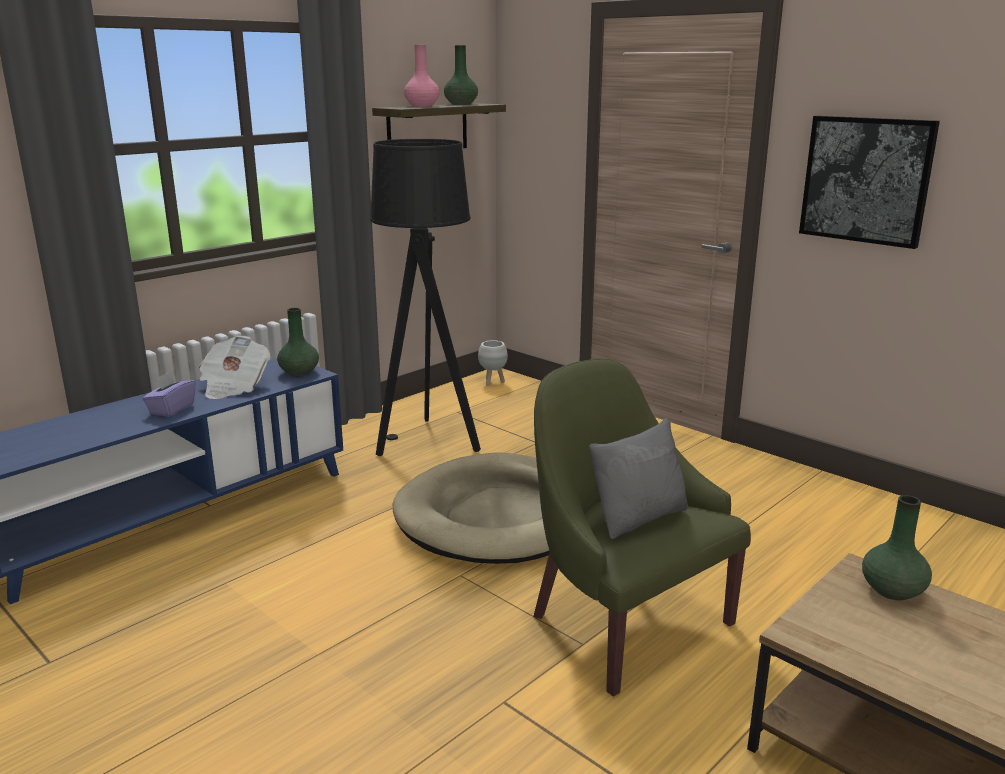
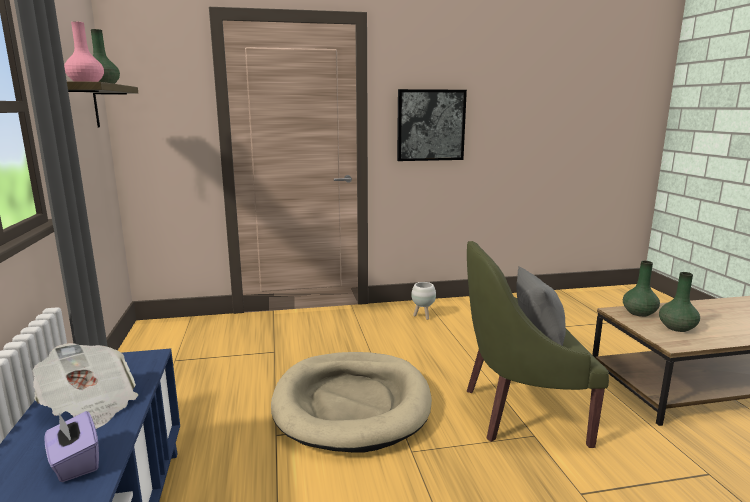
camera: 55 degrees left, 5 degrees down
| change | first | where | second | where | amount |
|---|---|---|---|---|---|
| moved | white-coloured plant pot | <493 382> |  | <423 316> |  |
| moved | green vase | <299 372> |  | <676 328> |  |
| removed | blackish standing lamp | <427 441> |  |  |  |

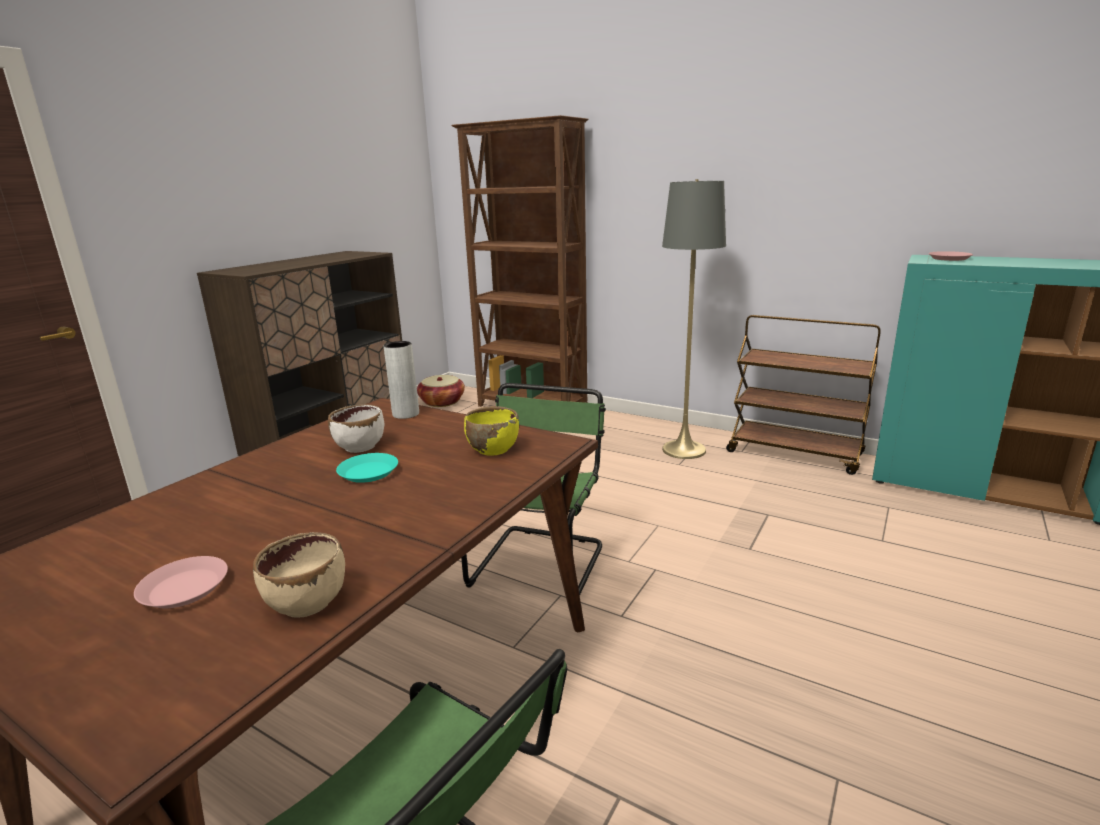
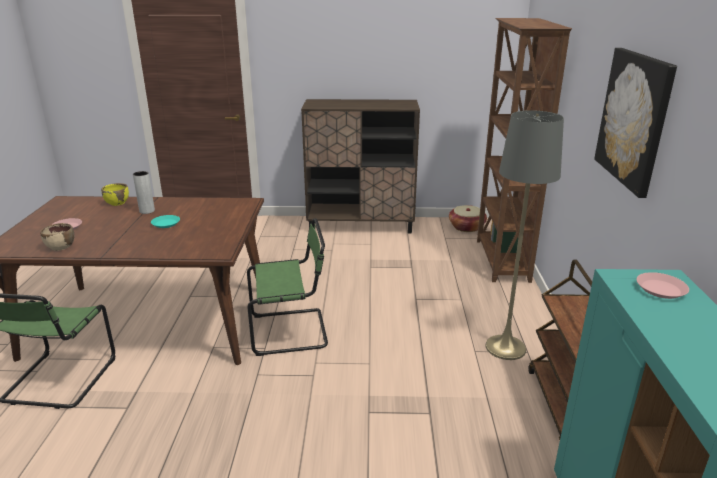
camera: 60 degrees right, 5 degrees up
| change | first | where | second | where | amount |
|---|---|---|---|---|---|
| moved | yellow bowl | <492 449> |  | <117 203> |  |
| moved | grey vase | <406 414> |  | <147 211> |  |
| added |  |  | wall art | <634 119> |  |
| removed | white-coloured bowl | <360 446> |  |  |  |

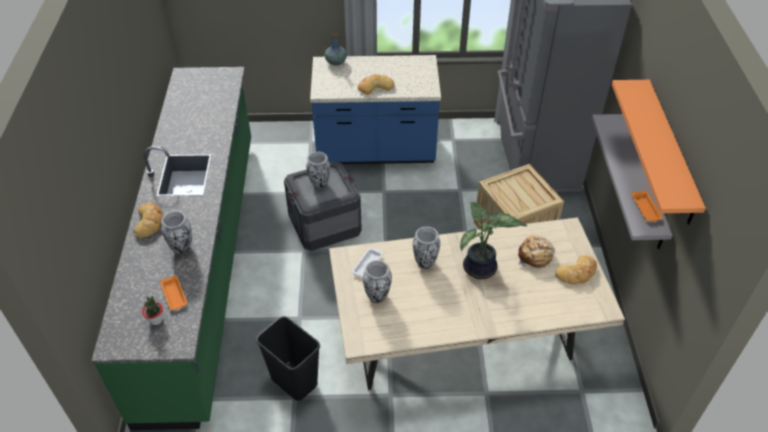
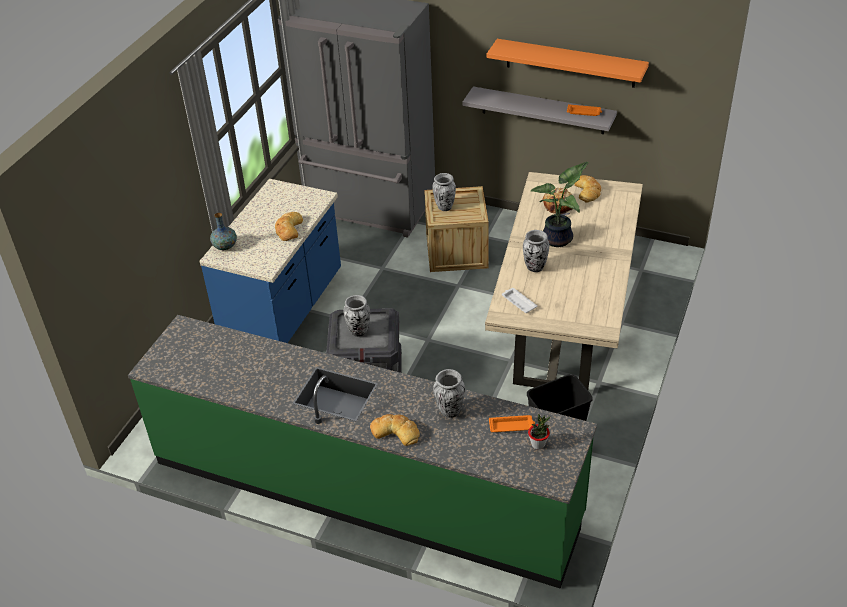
camera: 65 degrees left, 5 degrees down
| change | first | where | second | where | amount |
|---|---|---|---|---|---|
| moved | vase | <377 296> |  | <444 207> |  |

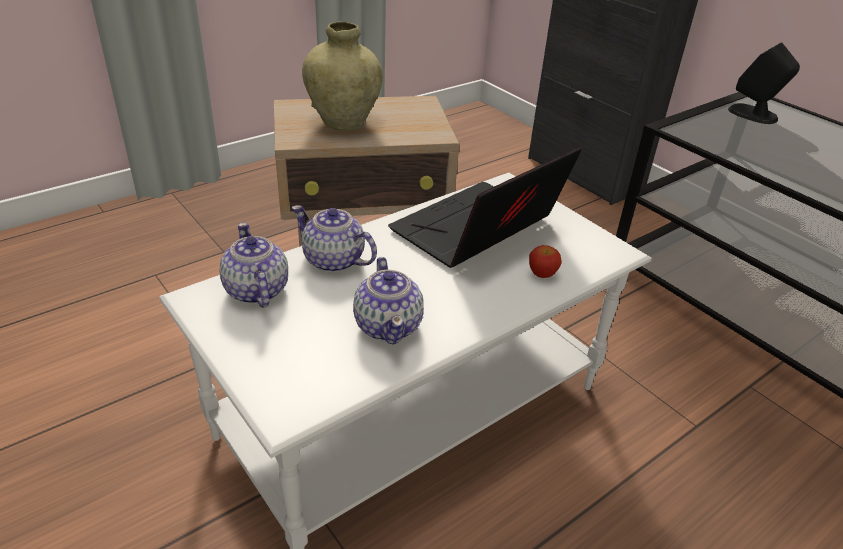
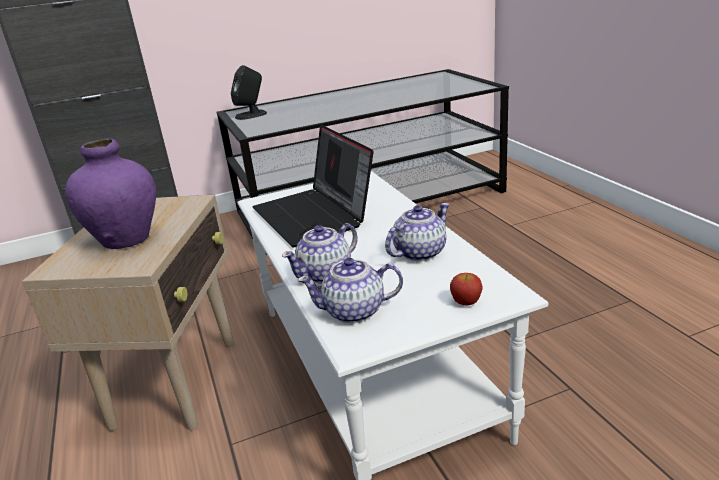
camera: 70 degrees left, 10 degrees down
| change | first | where | second | where | amount |
|---|---|---|---|---|---|
| recoloured | beige-coloured vase | <343 123> | purple-coloured vase | <126 240> |  |
| turned | pot for tea | <388 325> |  | <419 253> | 45 degrees counterclockwise |
| moved | whole apple | <542 274> |  | <466 302> |  |

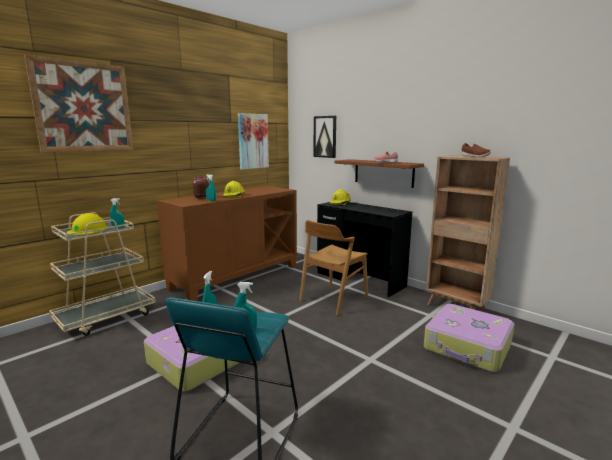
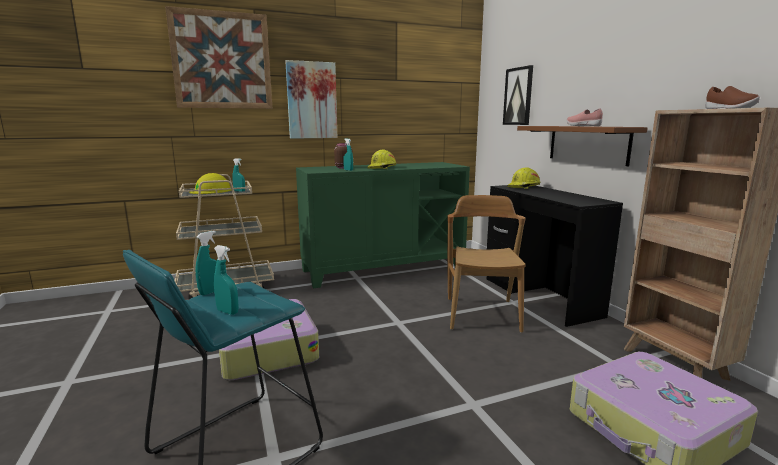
camera: 25 degrees right, 0 degrees up
| change | first | where | second | where | amount |
|---|---|---|---|---|---|
| moved | wall art | <253 141> |  | <311 100> |  |
| recoloured | brownish cabinet | <236 277> | green cabinet | <383 268> |  |
| turned | brownish upright chair | <333 299> |  | <482 314> | 120 degrees clockwise |

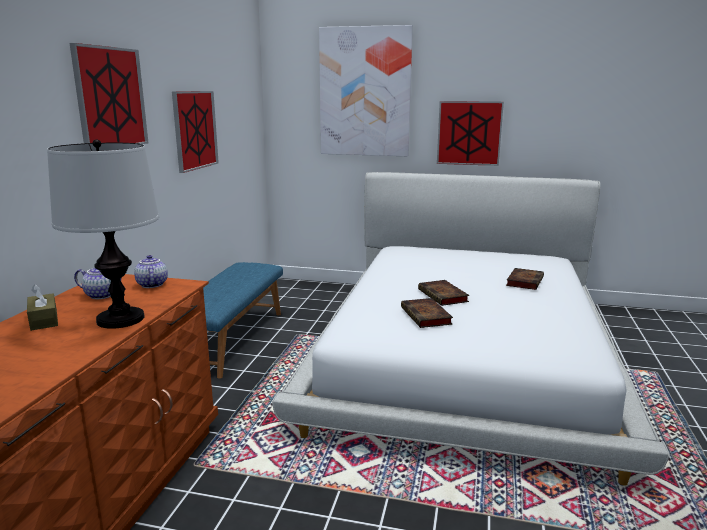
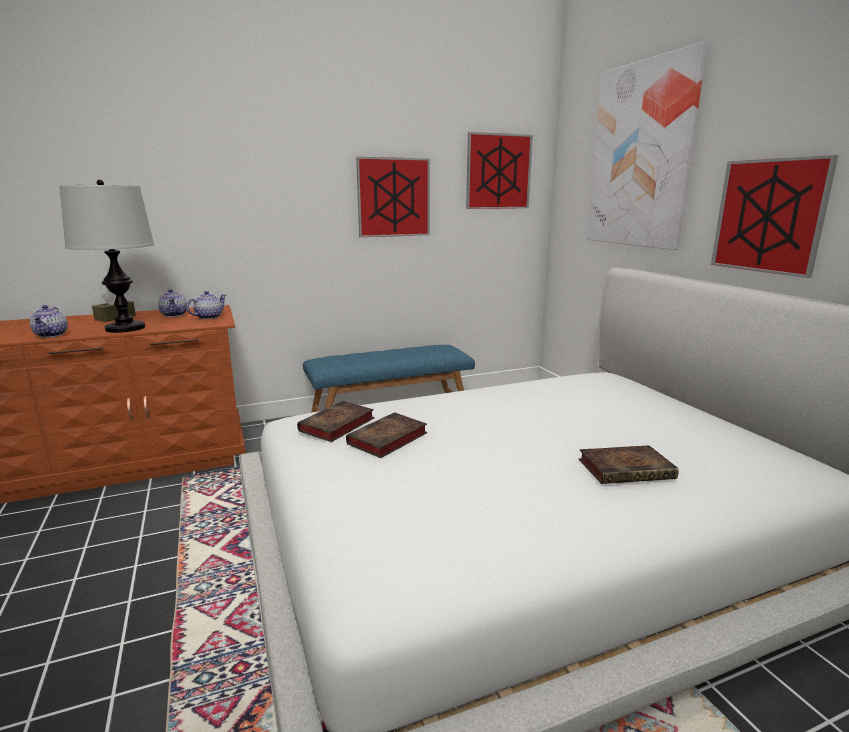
camera: 55 degrees right, 0 degrees up
| change | first | where | second | where | amount |
|---|---|---|---|---|---|
| added |  |  | pot for tea | <52 335> |  |
| moved | bound book | <444 296> |  | <336 426> |  |
| moved | wall art | <110 98> |  | <498 171> |  |

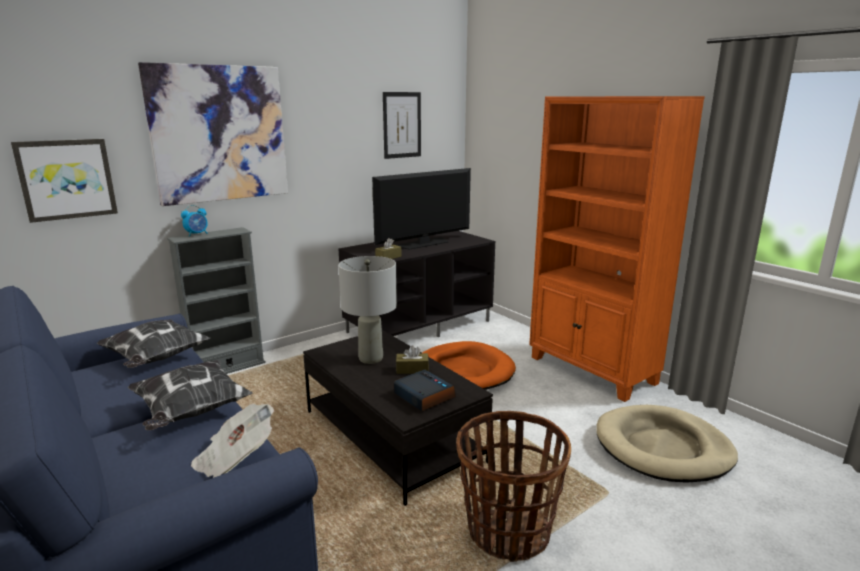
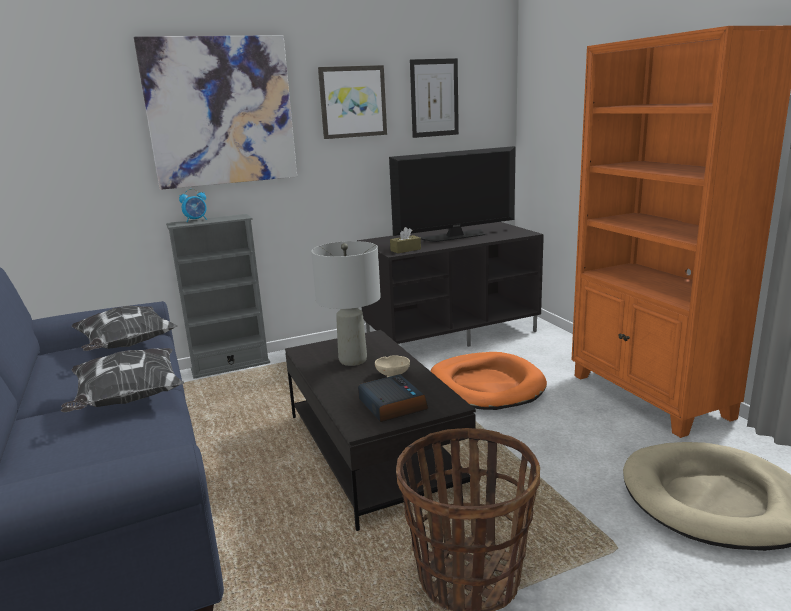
camera: 15 degrees right, 0 degrees up
| change | first | where | second | where | amount |
|---|---|---|---|---|---|
| moved | wall art | <67 179> |  | <353 102> |  |
| replaced | brownish tissue box | <412 369> | beige-coloured bowl | <393 375> |  |
| removed | daily paper | <235 458> |  |  |  |

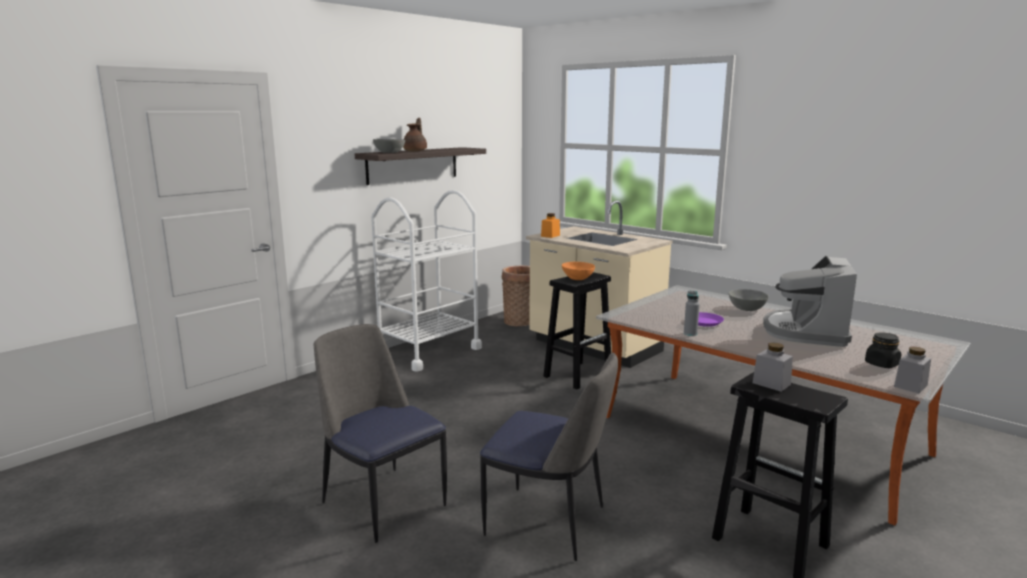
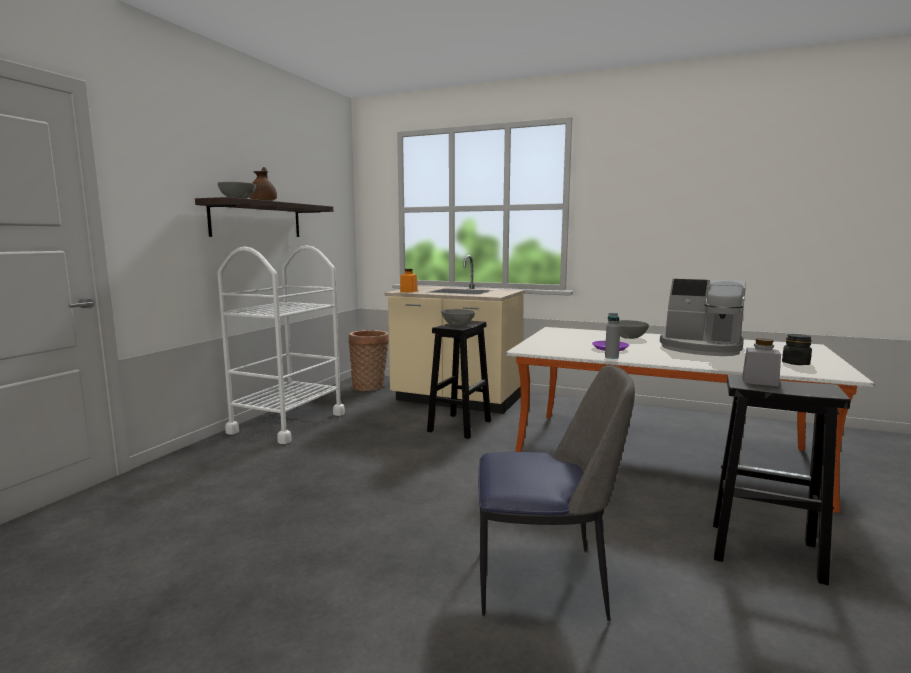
camera: 20 degrees left, 5 degrees down
| change | first | where | second | where | amount |
|---|---|---|---|---|---|
| recoloured | orangey bowl | <578 278> | grey bowl | <458 325> |  |
| turned | coffee brewer | <806 332> |  | <701 348> | 60 degrees counterclockwise |
| removed | upright chair | <382 501> |  |  |  |
| removed | grey preserve jar | <910 386> |  |  |  |

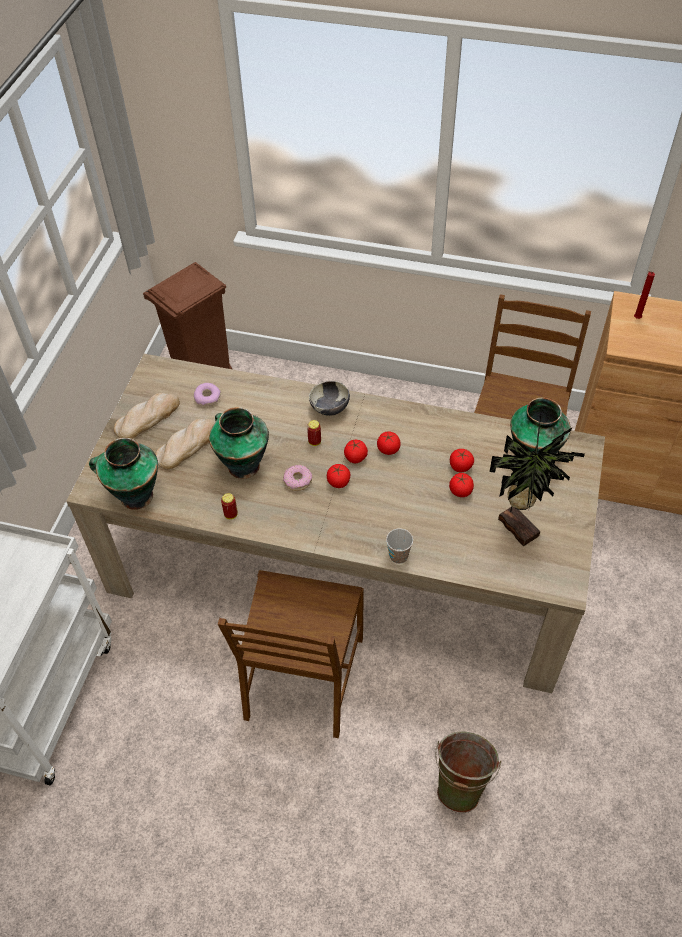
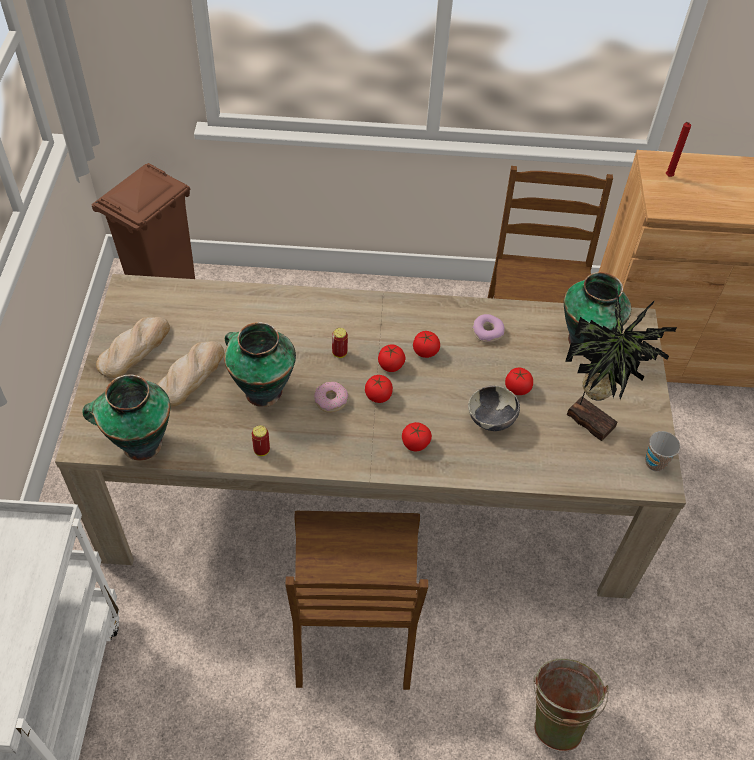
camera: 15 degrees left, 0 degrees up
| change | first | where | second | where | amount |
|---|---|---|---|---|---|
| moved | fresh tomato | <460 466> |  | <415 443> |  |
| moved | bowl | <330 409> |  | <491 420> |  |
| moved | doughnut | <208 397> |  | <487 332> |  |
| moved | drinking cup | <398 556> |  | <655 463> |  |

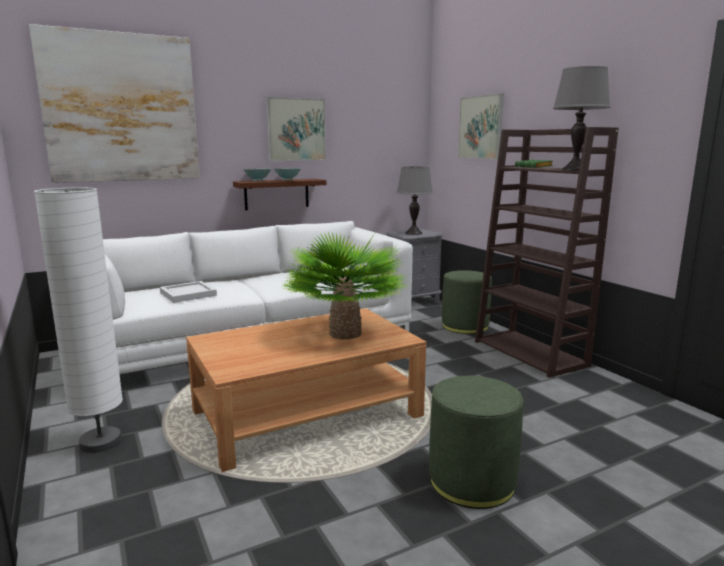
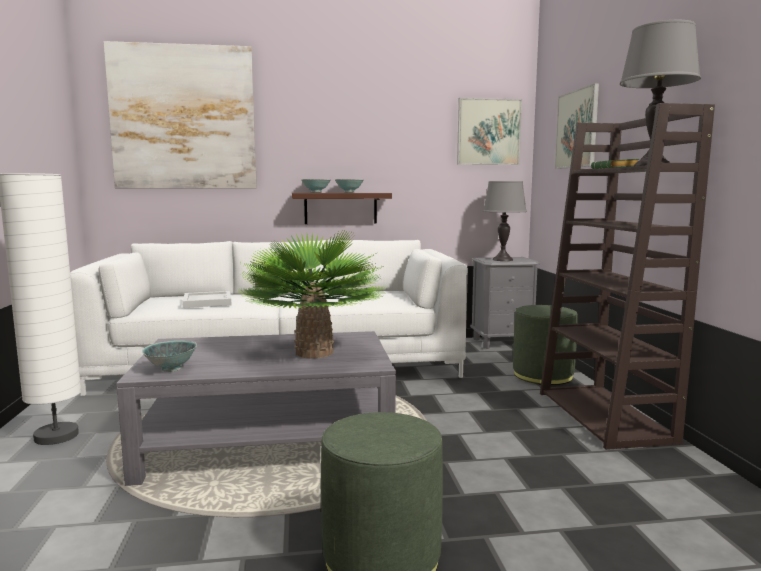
camera: 20 degrees right, 5 degrees down
| change | first | where | second | where | amount |
|---|---|---|---|---|---|
| recoloured | brownish lounge table | <307 413> | grey lounge table | <270 442> |  |
| added |  |  | bowl | <171 369> |  |
| moved | wall art | <296 129> |  | <488 132> |  |

